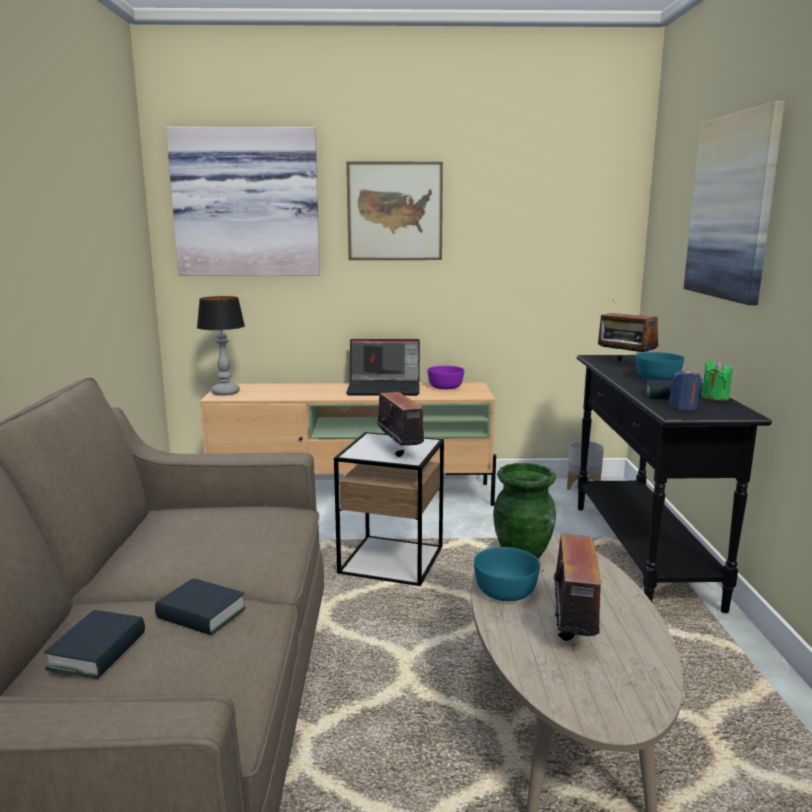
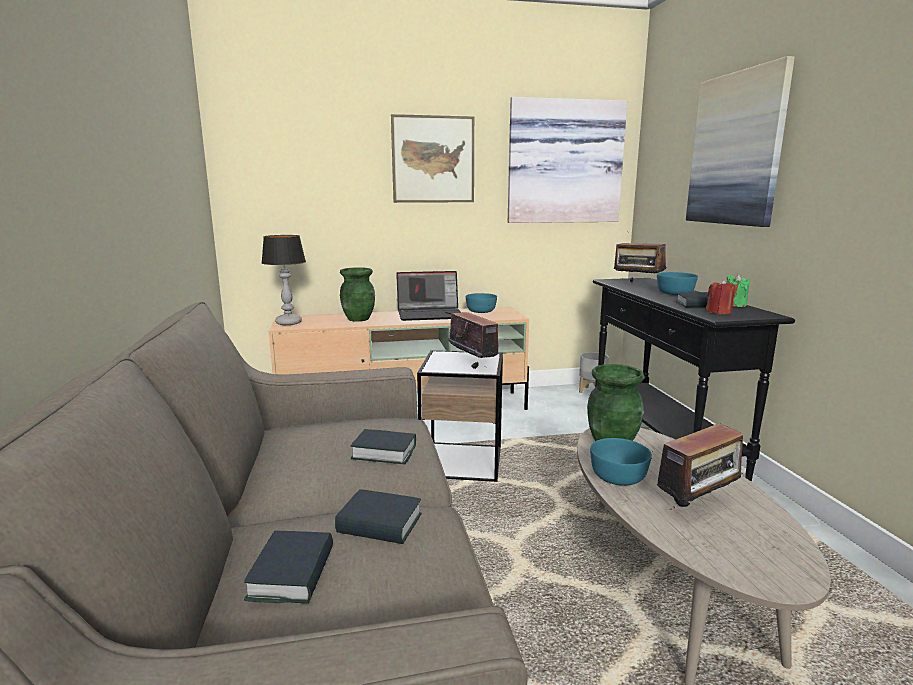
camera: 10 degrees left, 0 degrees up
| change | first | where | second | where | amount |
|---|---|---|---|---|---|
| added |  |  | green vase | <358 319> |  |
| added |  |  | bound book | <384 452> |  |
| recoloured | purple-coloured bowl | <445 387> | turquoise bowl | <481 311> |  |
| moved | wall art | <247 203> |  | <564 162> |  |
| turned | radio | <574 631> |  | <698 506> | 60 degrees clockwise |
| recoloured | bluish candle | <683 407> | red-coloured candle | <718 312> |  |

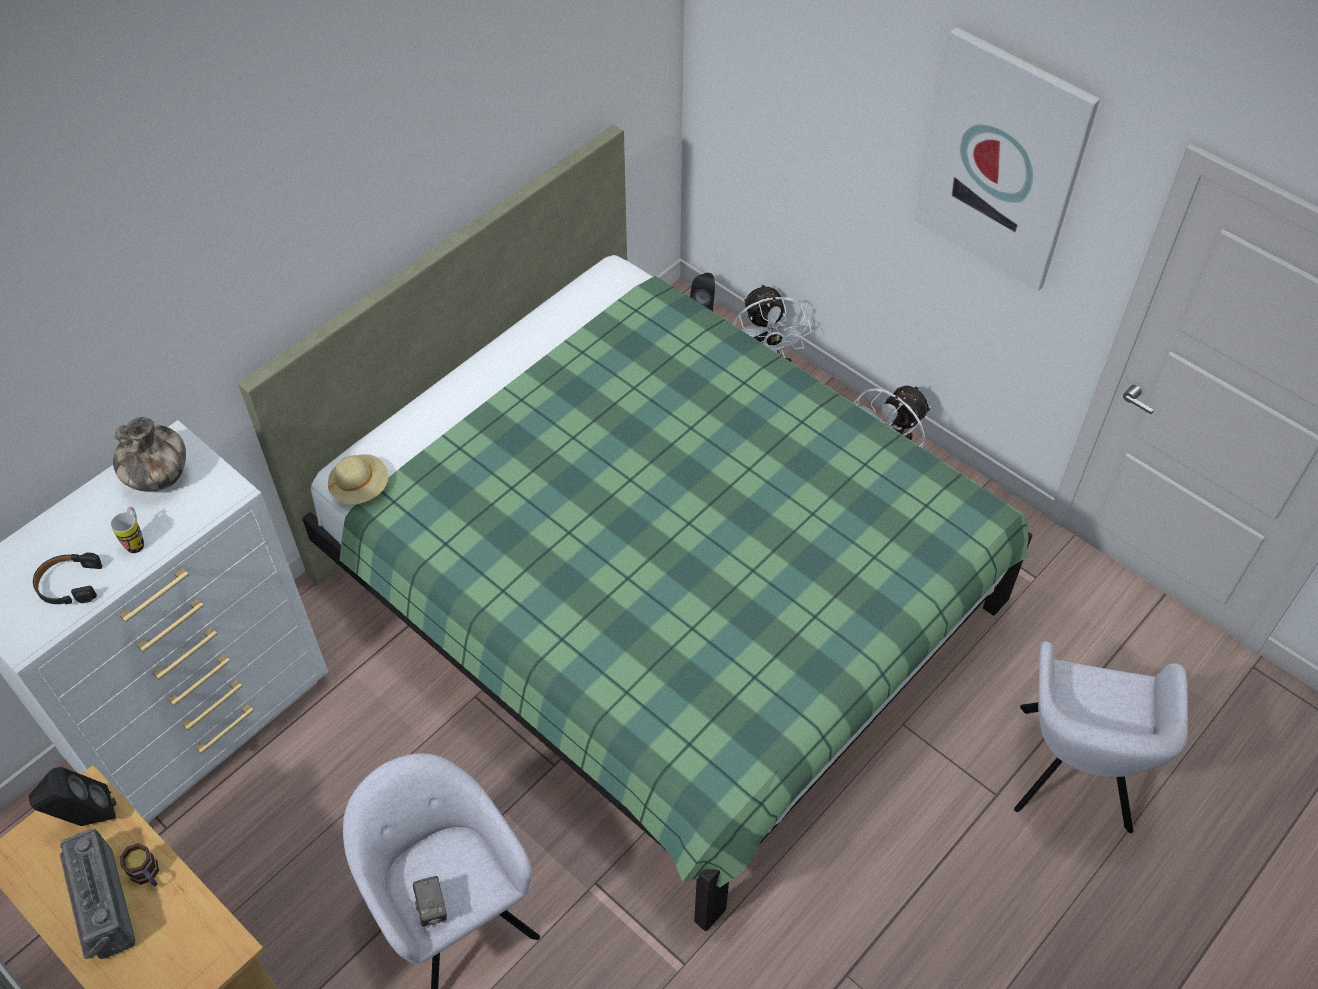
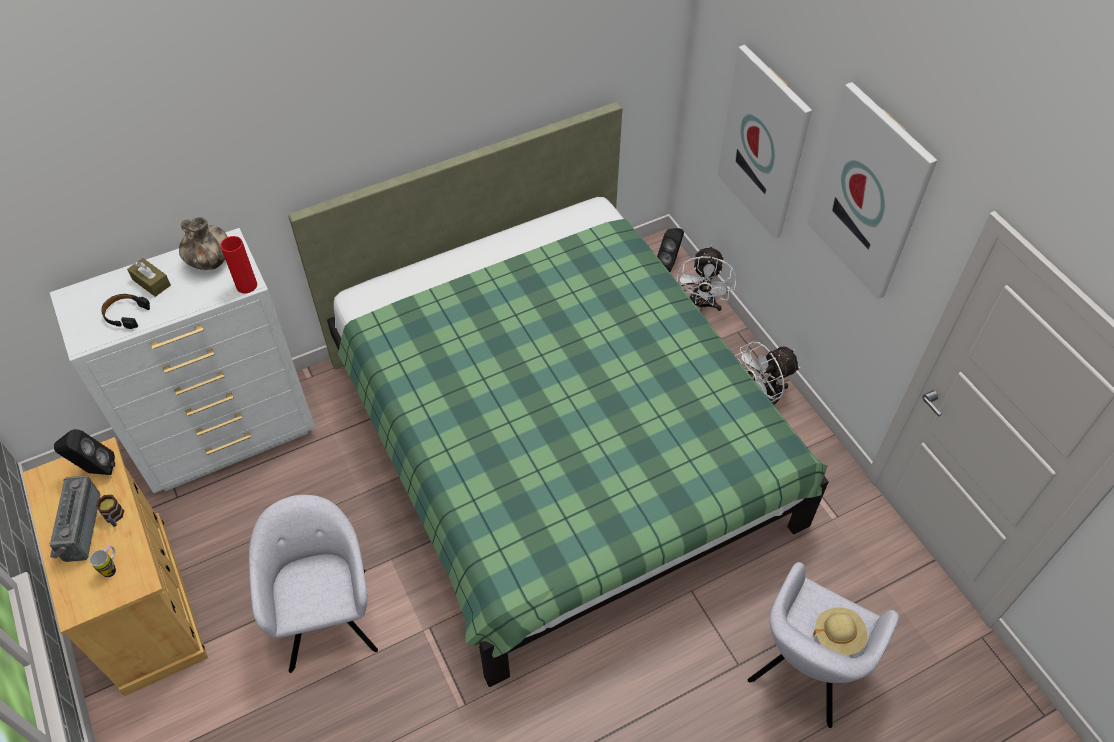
camera: 20 degrees right, 0 degrees up
| change | first | where | second | where | amount |
|---|---|---|---|---|---|
| moved | tea mug | <137 541> |  | <112 567> |  |
| added |  |  | brownish tissue box | <151 282> |  |
| added |  |  | red-coloured vase | <246 285> |  |
| added |  |  | wall art | <764 143> |  |
| moved | beige-coloured wearable hat | <360 488> |  | <838 636> |  |
| removed | still camera | <432 908> |  |  |  |

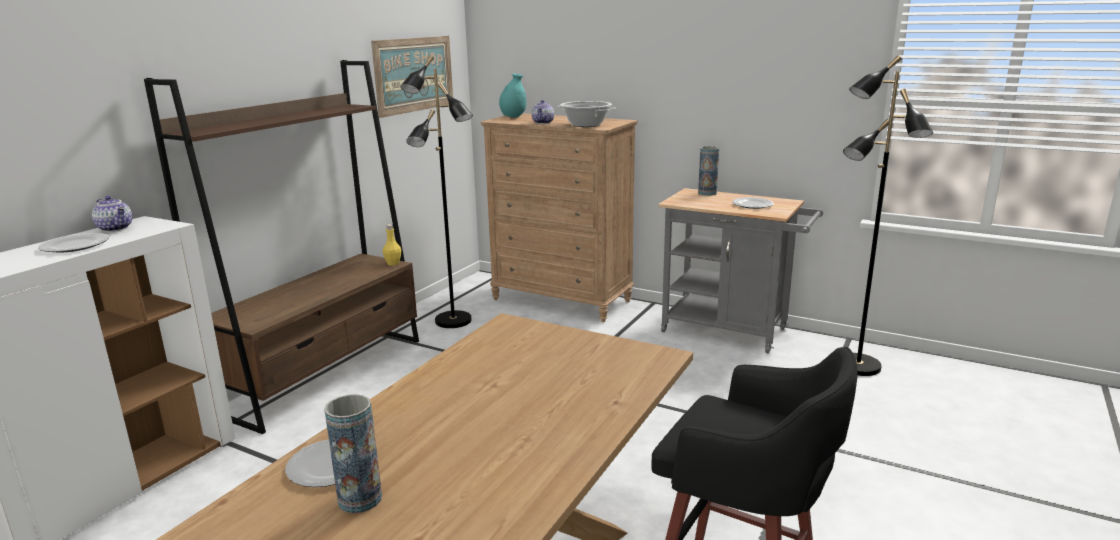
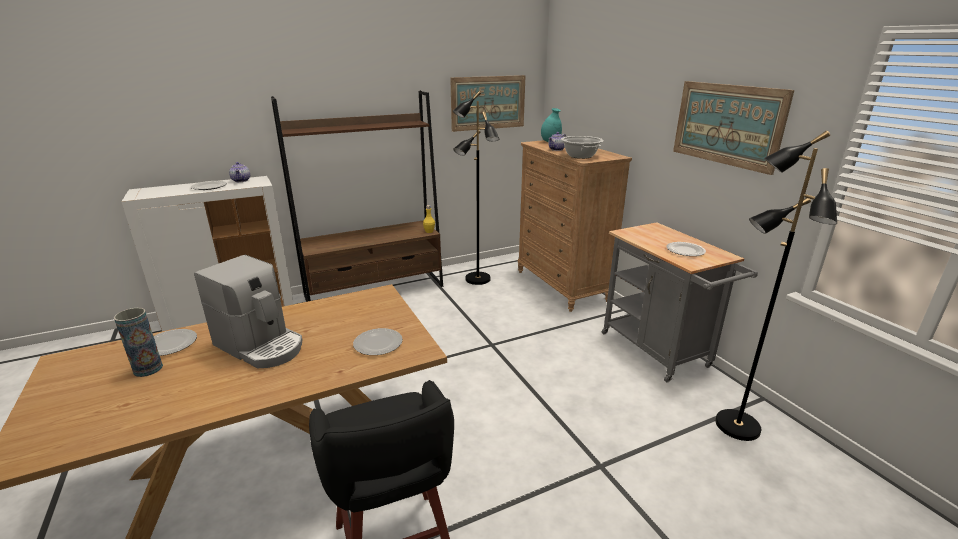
camera: 35 degrees right, 5 degrees up
| change | first | where | second | where | amount |
|---|---|---|---|---|---|
| added |  |  | coffee brewer | <261 346> |  |
| added |  |  | flat dish | <378 343> |  |
| added |  |  | wall art | <727 124> |  |
| removed | vase | <707 193> |  |  |  |

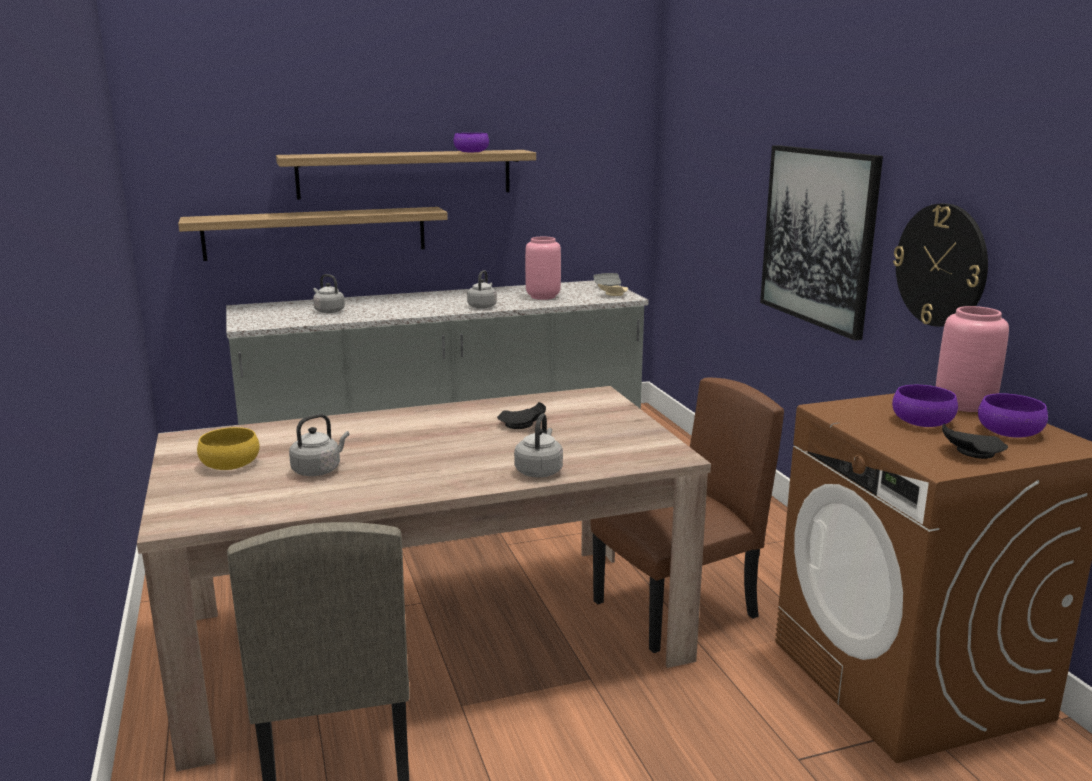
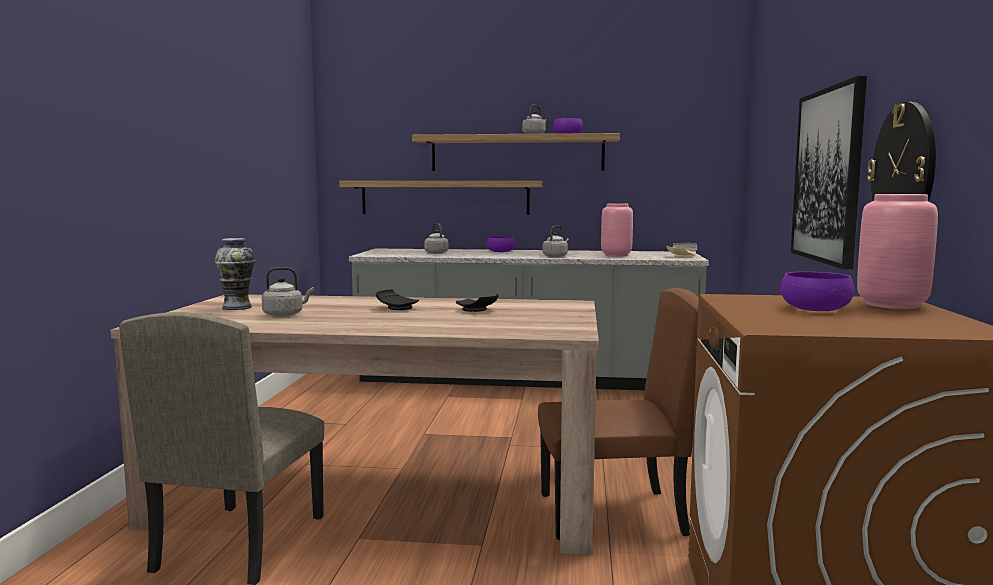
camera: 25 degrees right, 10 degrees down
| change | first | where | second | where | amount |
|---|---|---|---|---|---|
| replaced | yellow bowl | <230 464> | vase | <237 307> |  |
| moved | blackish flat dish | <970 452> |  | <397 308> |  |
| moved | purple-coloured bowl | <1009 431> |  | <501 251> |  |
| moved | grey water kettle | <539 471> |  | <534 134> |  |

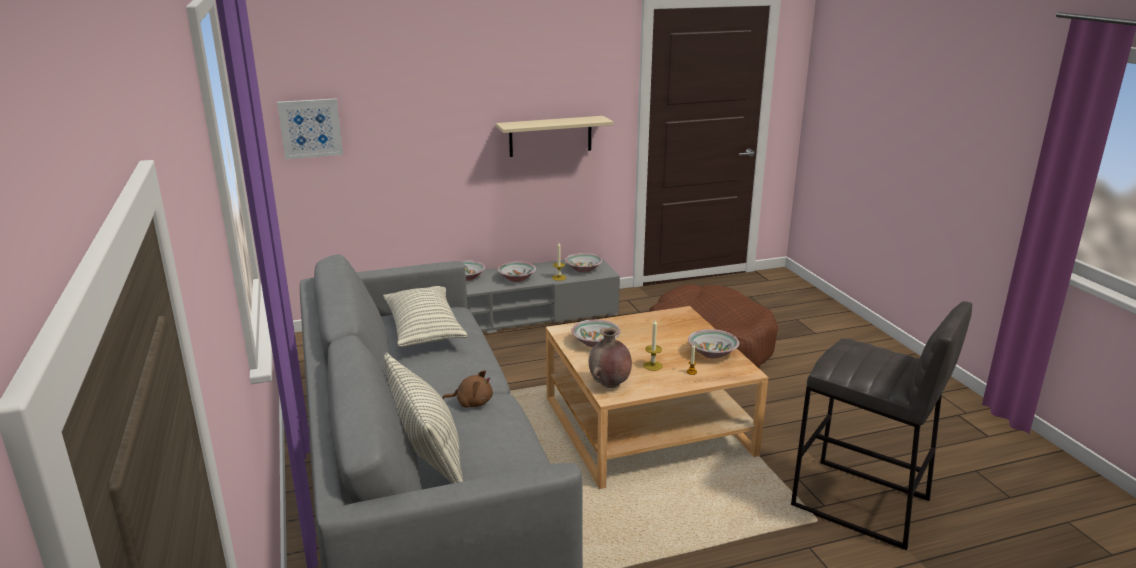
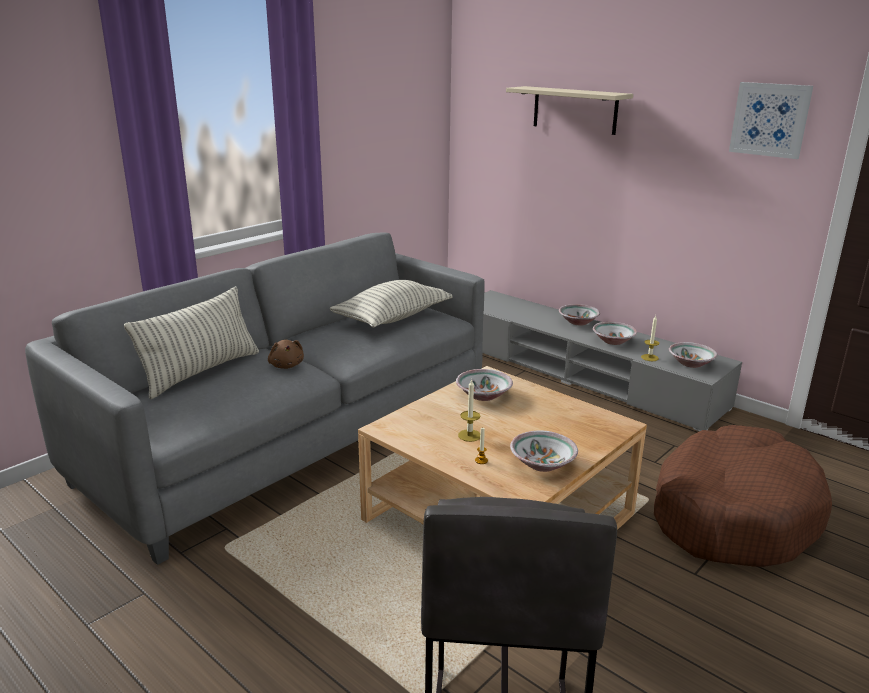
camera: 60 degrees right, 0 degrees up
| change | first | where | second | where | amount |
|---|---|---|---|---|---|
| moved | beige-coloured bracket shelf | <550 136> |  | <574 110> |  |
| moved | wall art | <310 128> |  | <770 119> |  |
| removed | brownish vase | <609 385> |  |  |  |

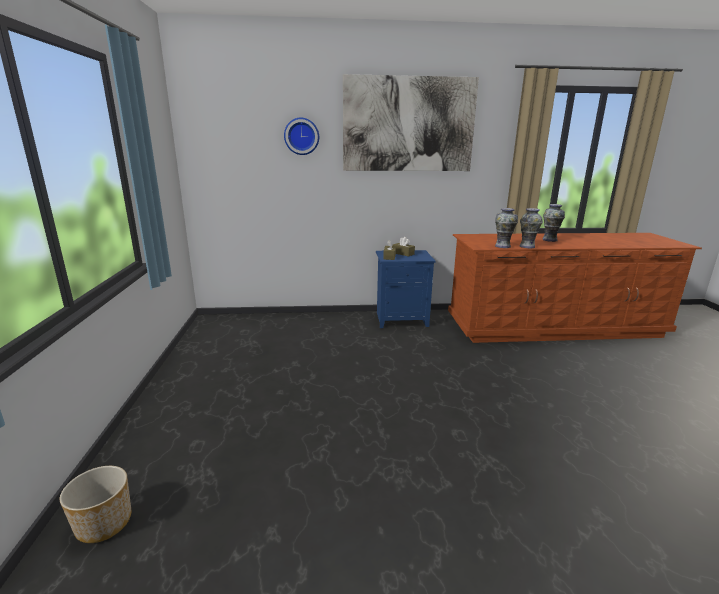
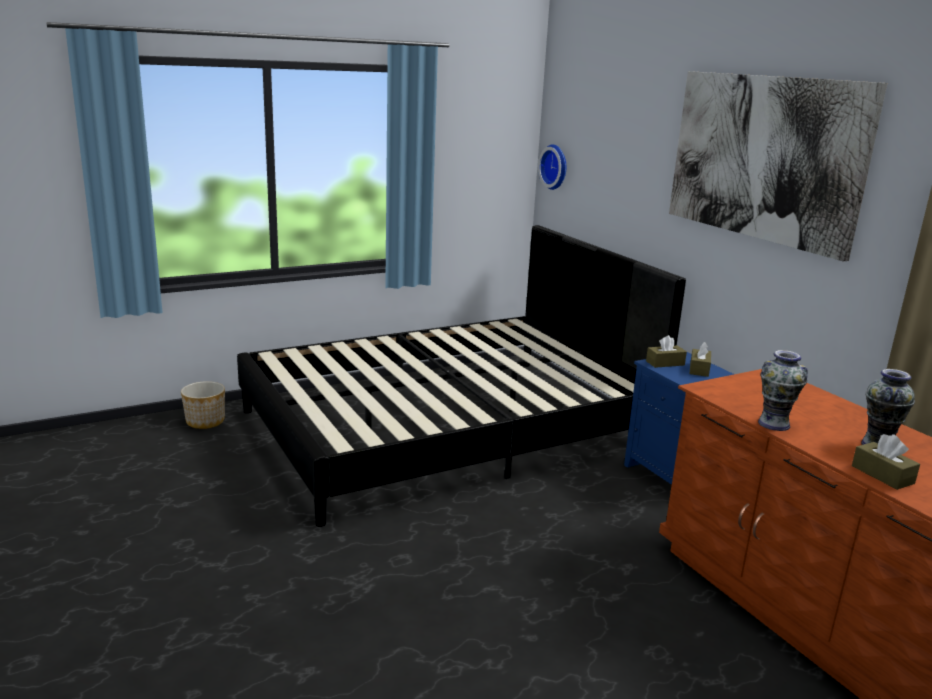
camera: 65 degrees right, 0 degrees up
| change | first | where | second | where | amount |
|---|---|---|---|---|---|
| added |  |  | blackish sleeping bed | <447 428> |  |
| moved | hanging clock | <301 136> |  | <555 167> |  |
| added |  |  | brownish tissue box | <882 475> |  |
| removed | vase | <503 246> |  |  |  |

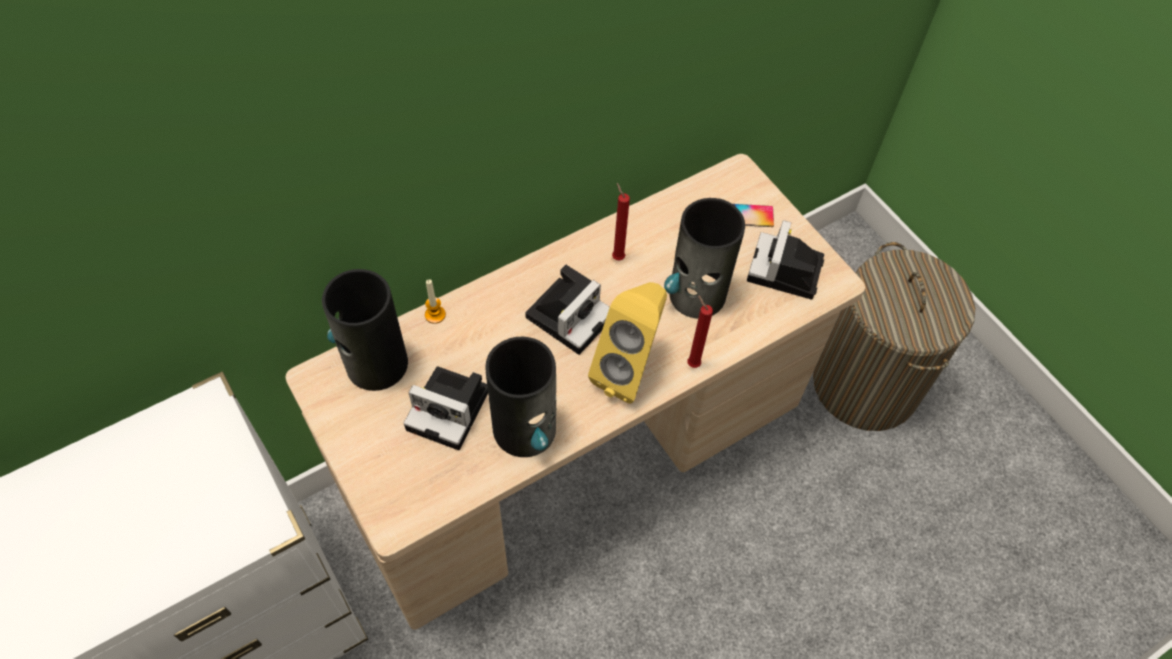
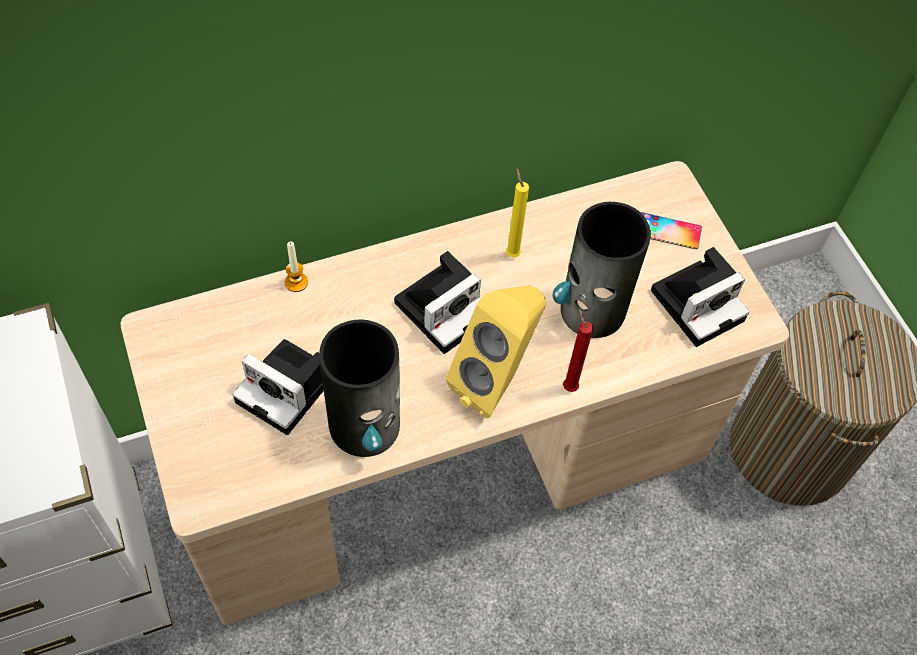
camera: 10 degrees right, 0 degrees up
| change | first | where | second | where | amount |
|---|---|---|---|---|---|
| recoloured | red-coloured candle | <617 256> | yellow candle | <511 253> |  |
| turned | still camera | <785 272> |  | <699 303> | 150 degrees counterclockwise |
| removed | vase | <376 364> |  |  |  |

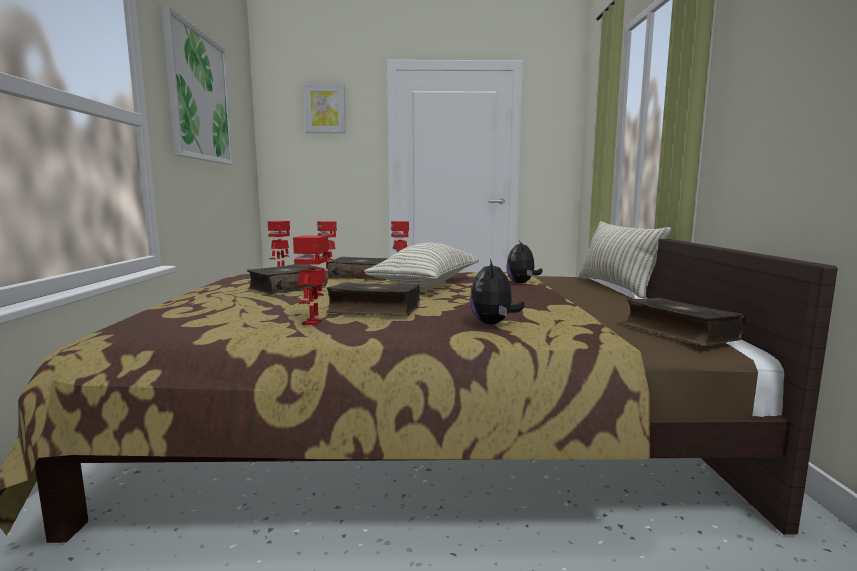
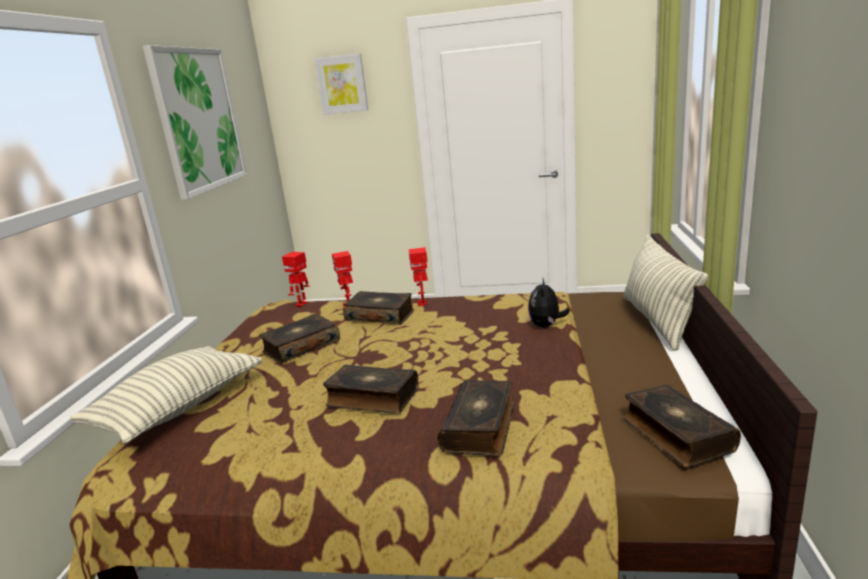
camera: 10 degrees right, 10 degrees up
| change | first | where | second | where | amount |
|---|---|---|---|---|---|
| moved | throw pillow | <426 284> |  | <179 408> |  |
| replaced | cuddly toy | <493 324> | bound book | <480 427> |  |
| removed | model robot | <314 322> |  |  |  |

